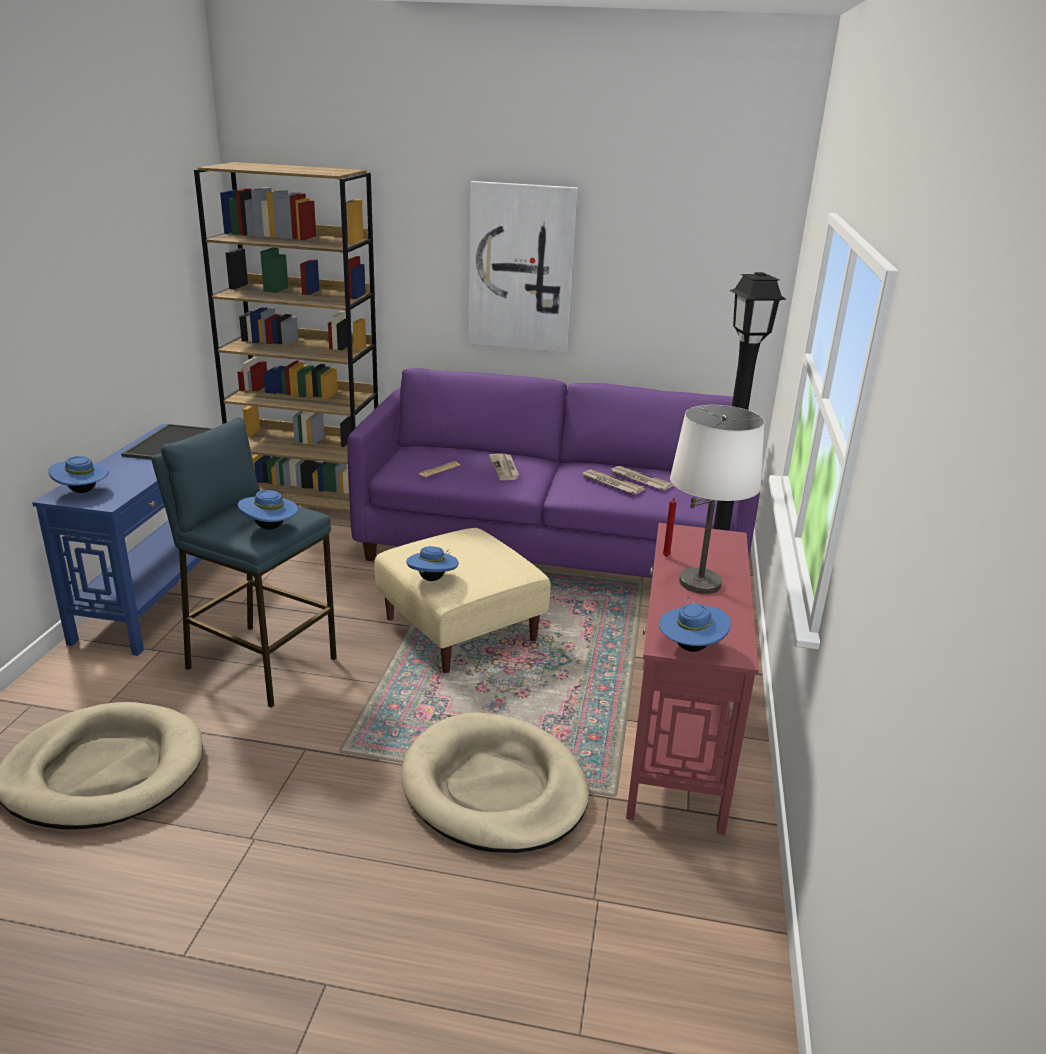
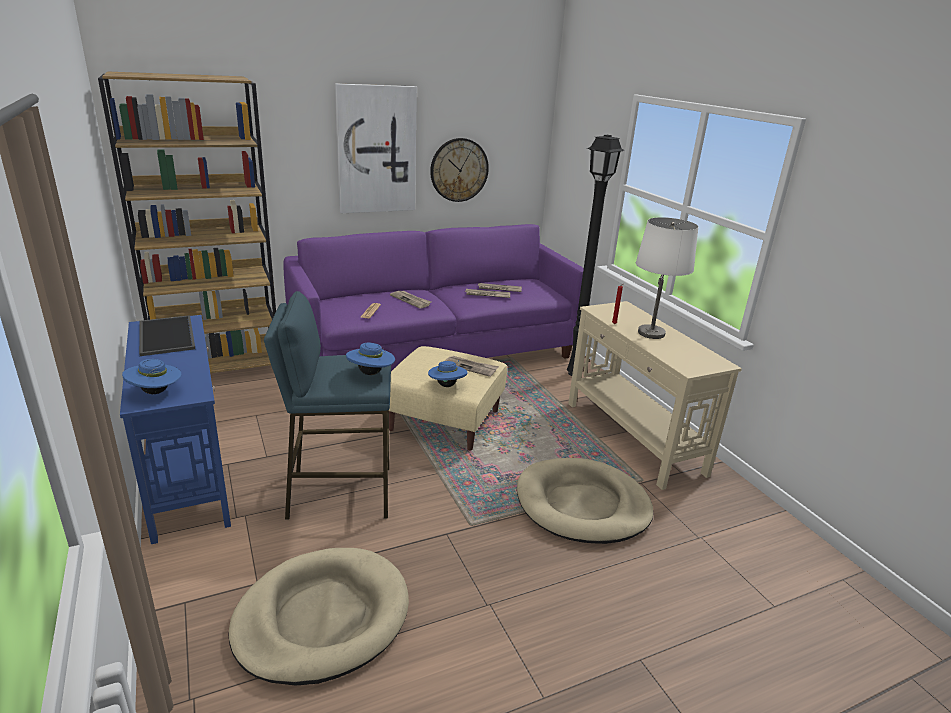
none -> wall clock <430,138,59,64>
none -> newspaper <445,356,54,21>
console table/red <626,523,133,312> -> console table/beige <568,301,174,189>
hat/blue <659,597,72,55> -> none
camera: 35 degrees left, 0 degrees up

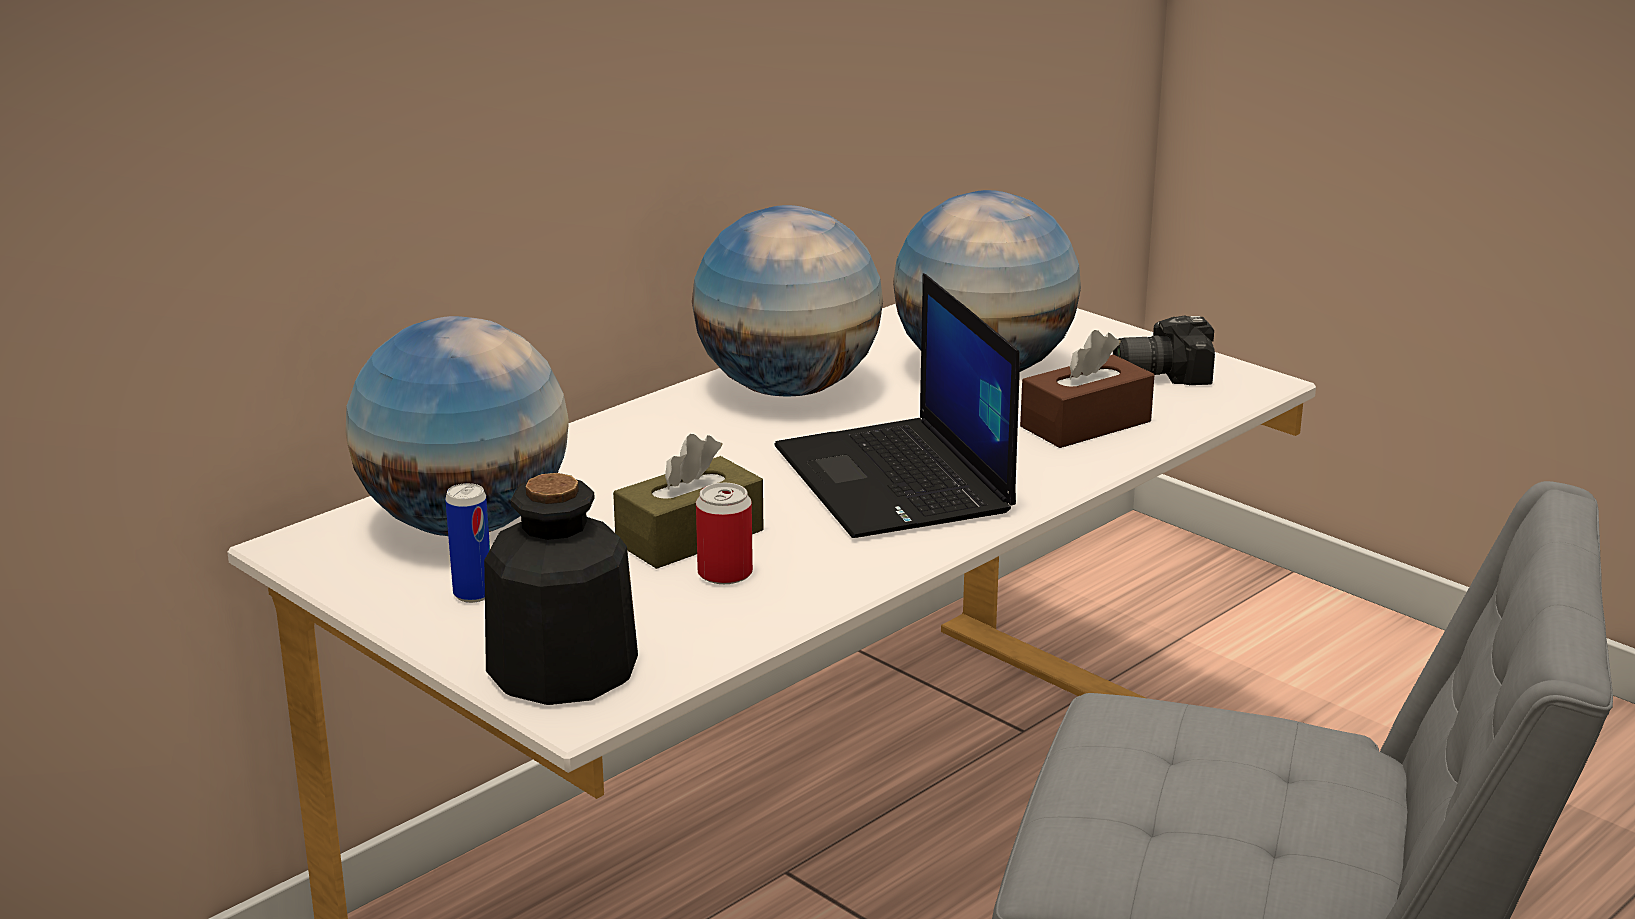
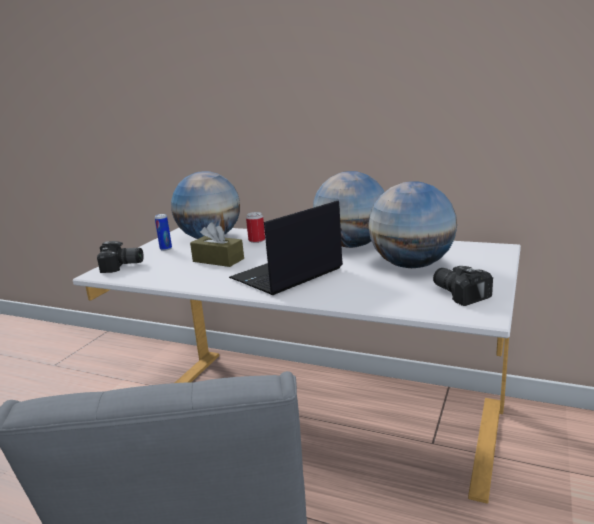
bottle <484,473,154,232> -> photo camera <97,241,47,32>
can <696,483,57,101> -> can <246,212,19,31>, move
tissue box/brown <1020,330,134,118> -> none
camera: 70 degrees right, 5 degrees down

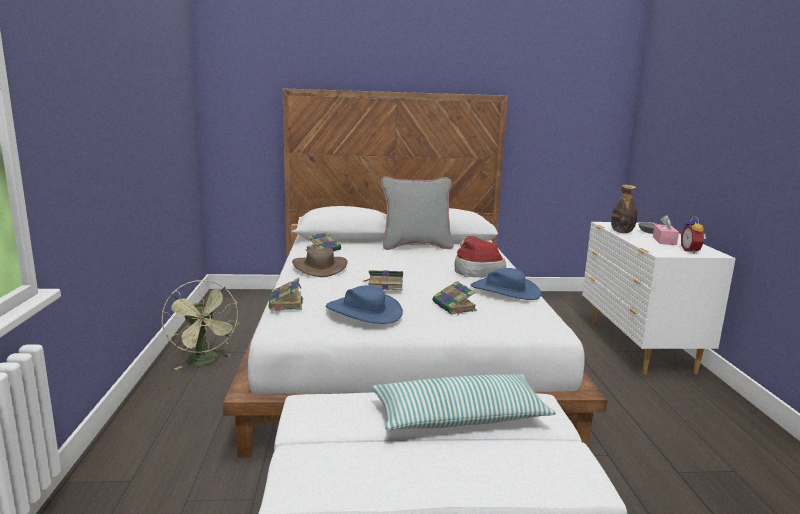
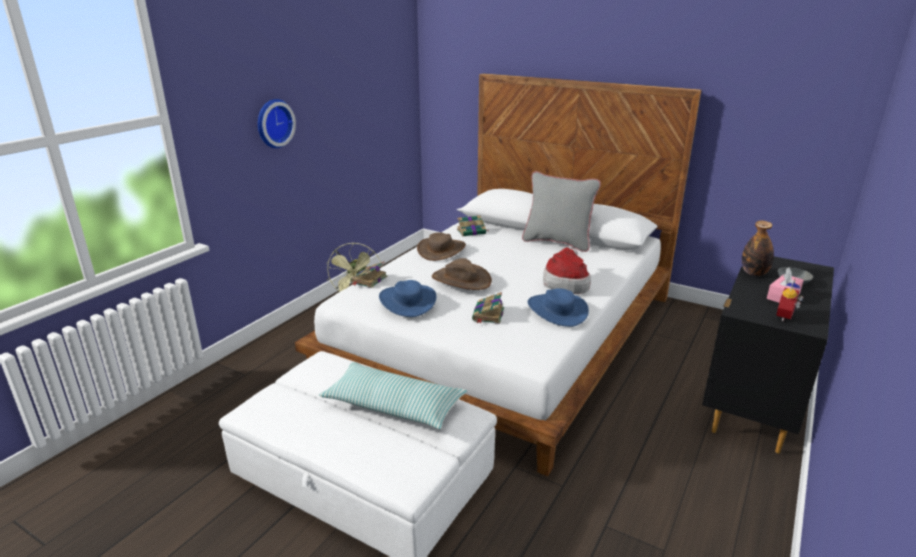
none -> wall clock <258,99,38,49>
book <363,270,40,20> -> hat/brown <432,258,60,32>
dresser/white <582,222,154,153> -> dresser/black <702,256,132,197>
camera: 35 degrees right, 10 degrees up

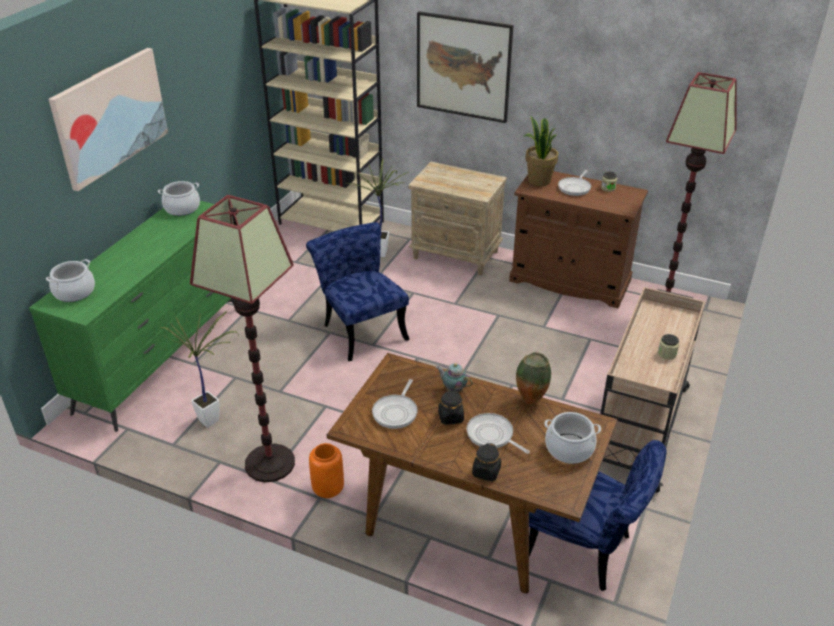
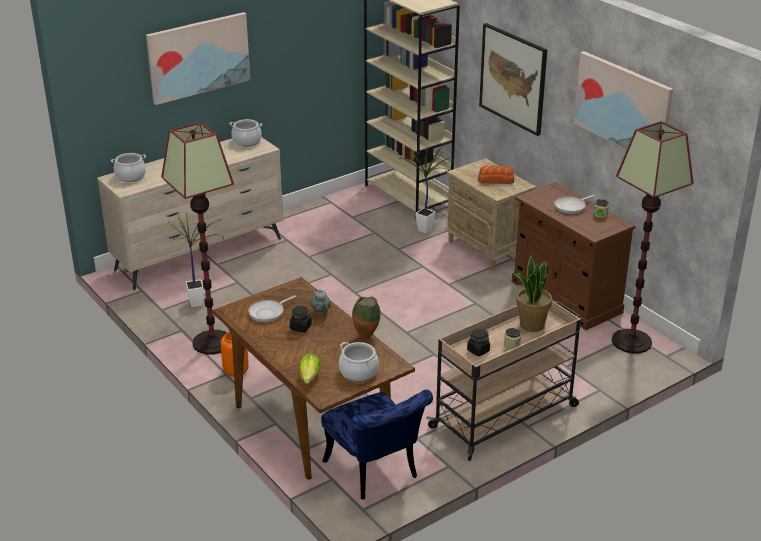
dresser/green <29,201,205,231> -> dresser/beige <97,137,186,153>
none -> lettuce <299,354,23,30>
jar/black <472,443,29,38> -> jar/black <467,329,23,27>, move
none -> bread <478,166,36,18>
potted plant <524,116,34,70> -> potted plant <514,255,38,77>, move
none -> picture <574,51,99,98>
chair/blue <306,222,103,139> -> none
frying pan <467,413,63,41> -> none
camera: 30 degrees right, 5 degrees down

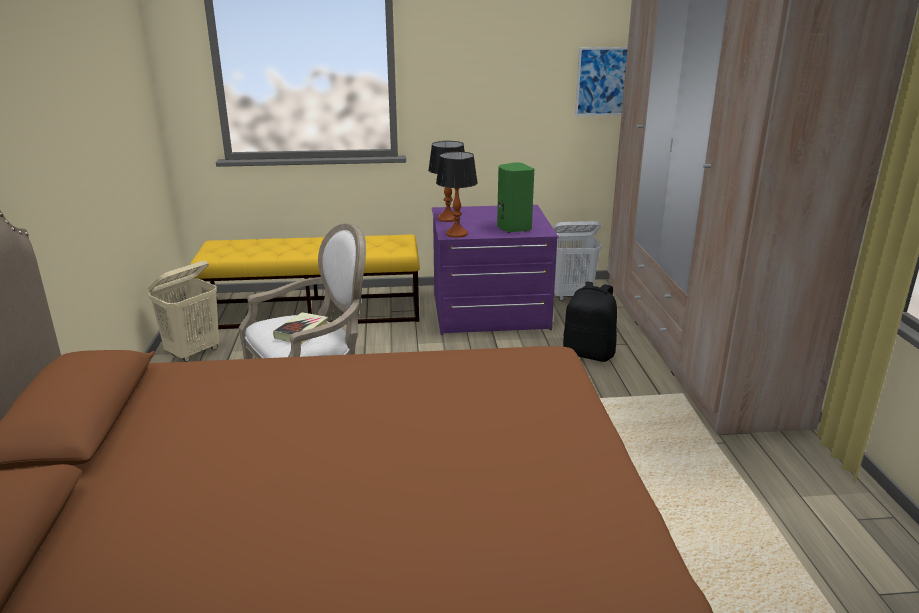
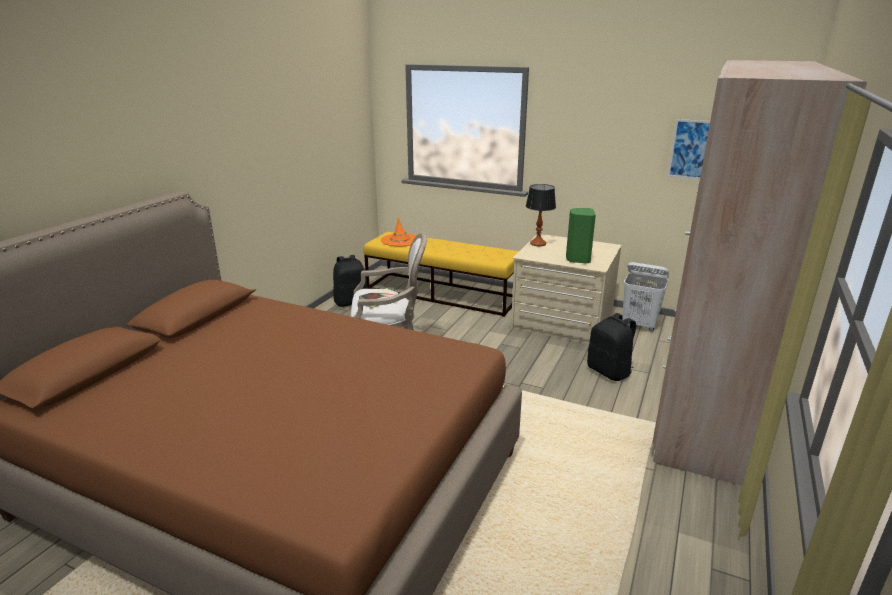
laundry basket/beige <148,261,71,101> -> backpack/black <333,255,35,52>
none -> hat/orange <381,217,35,29>
dresser/purple <432,205,126,130> -> dresser/beige <511,234,111,110>
table lamp <436,151,42,87> -> none
camera: 30 degrees right, 0 degrees up

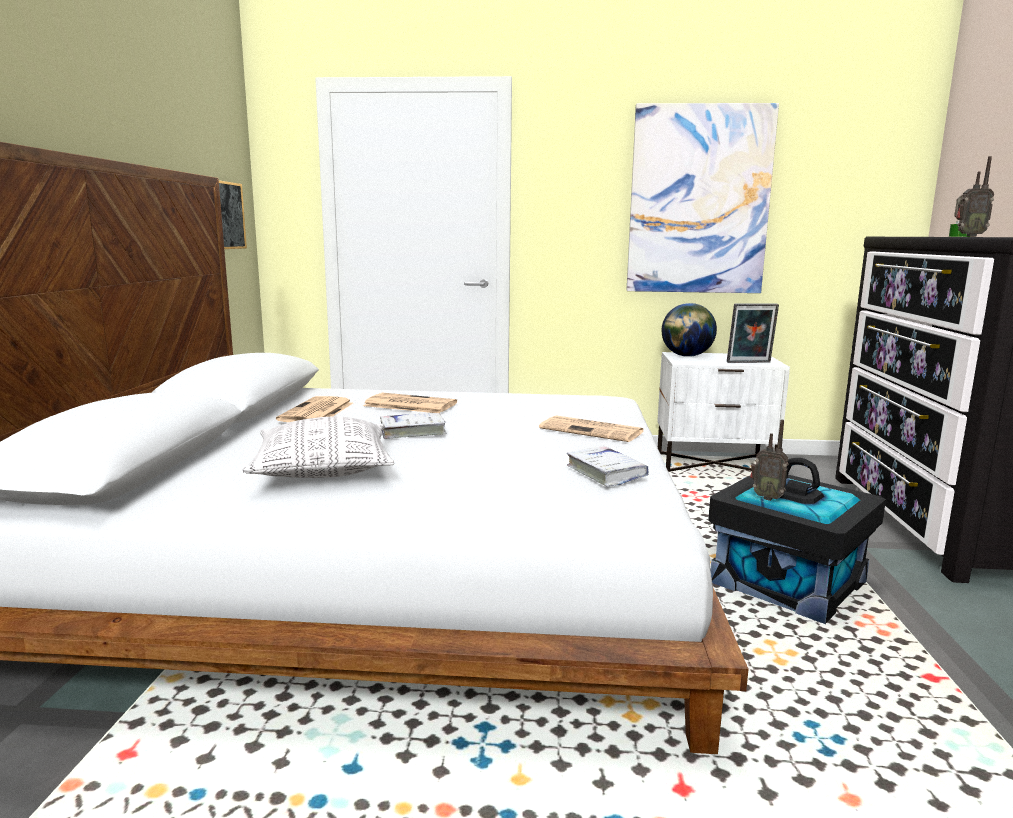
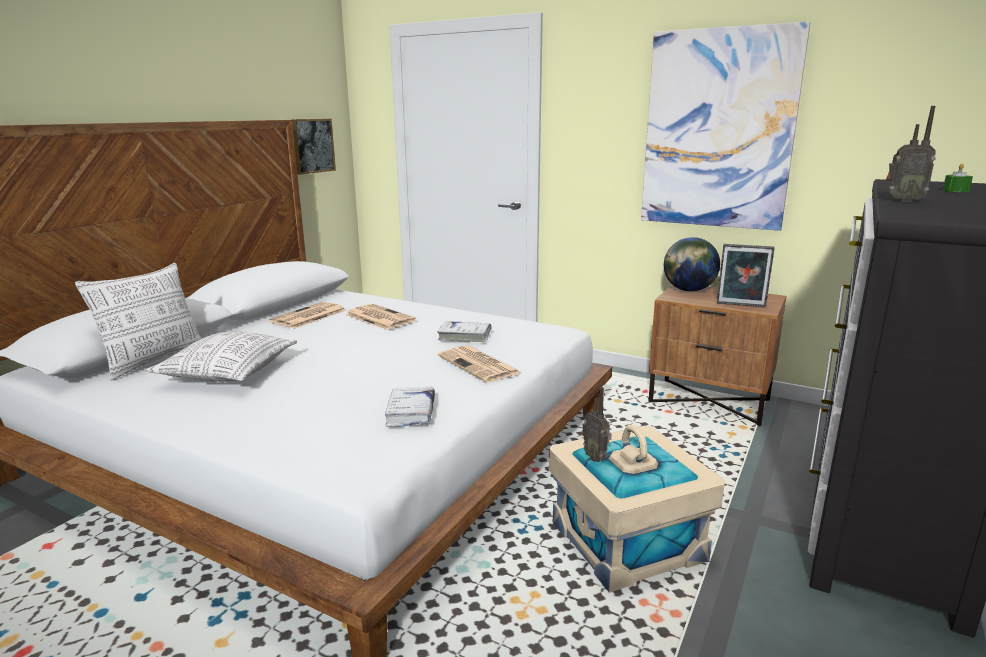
none -> pillow <75,263,126,117>
book/white <380,413,67,26> -> book/white <437,321,55,21>, move
storage box/black <708,458,178,166> -> storage box/beige <549,424,176,168>
nightstand/white <657,352,133,120> -> nightstand/brown <648,285,138,141>
camera: 25 degrees right, 5 degrees up

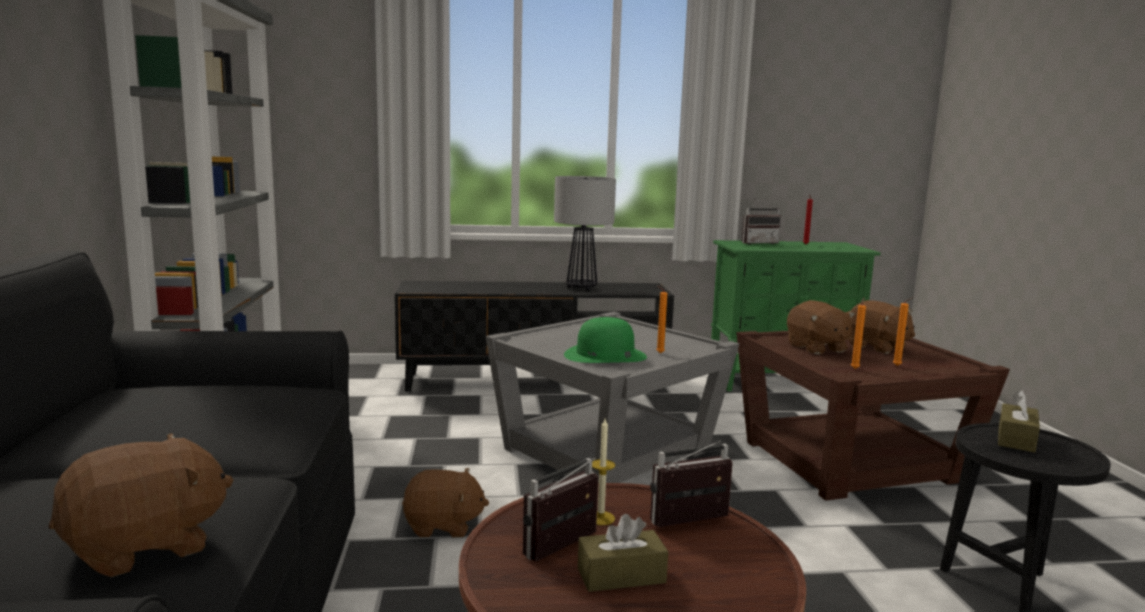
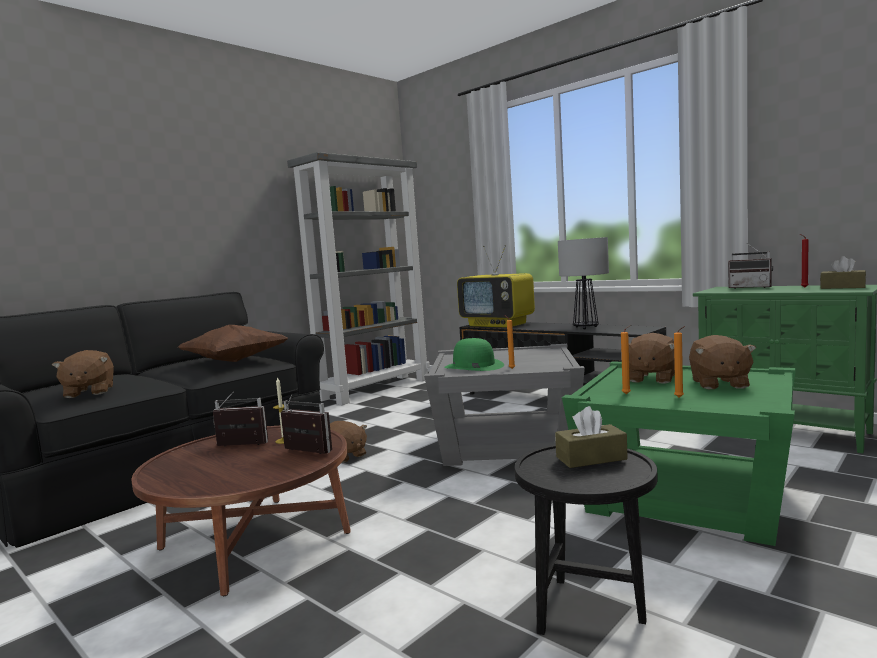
plush toy/brown <49,433,184,144> -> plush toy/brown <52,350,62,48>, 60 degrees clockwise
none -> pillow/brown <178,325,110,37>
none -> television <457,245,78,83>
side table/brown <736,331,274,170> -> side table/green <562,361,234,185>
tissue box/brown <578,514,90,78> -> tissue box/brown <820,256,46,33>, move
camera: 50 degrees right, 5 degrees down

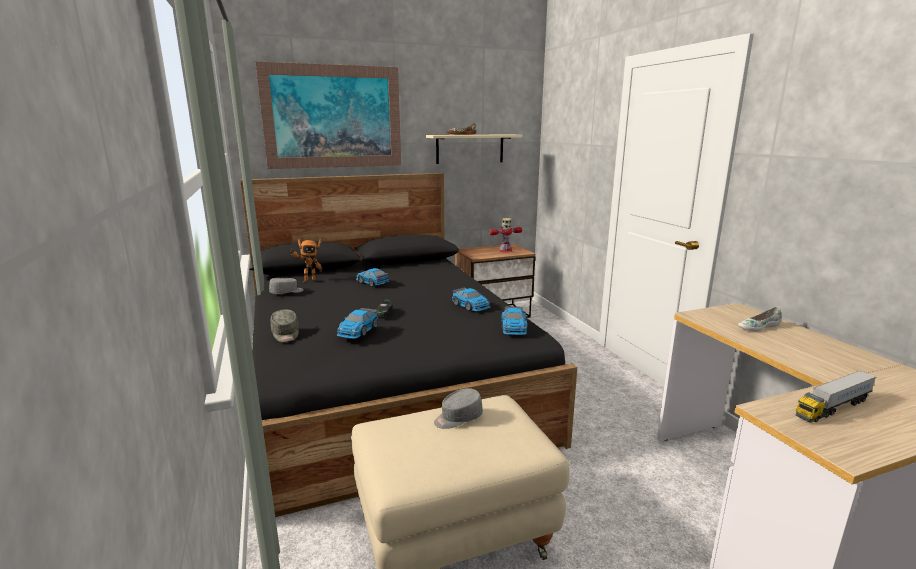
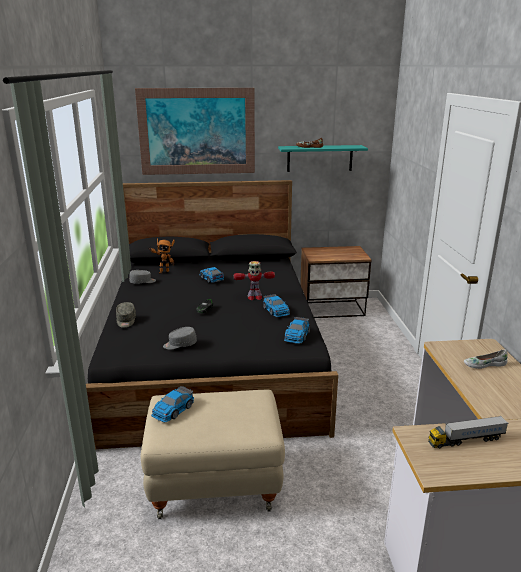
toy car <337,308,41,31> -> toy car <151,386,43,36>, move
cap/grey <434,388,49,41> -> cap/grey <163,327,34,23>, move
toy robot <489,218,34,35> -> toy robot <234,261,41,39>, move
shelf/beige <426,134,96,30> -> shelf/turquoise <278,145,90,27>
camera: 15 degrees right, 5 degrees up

